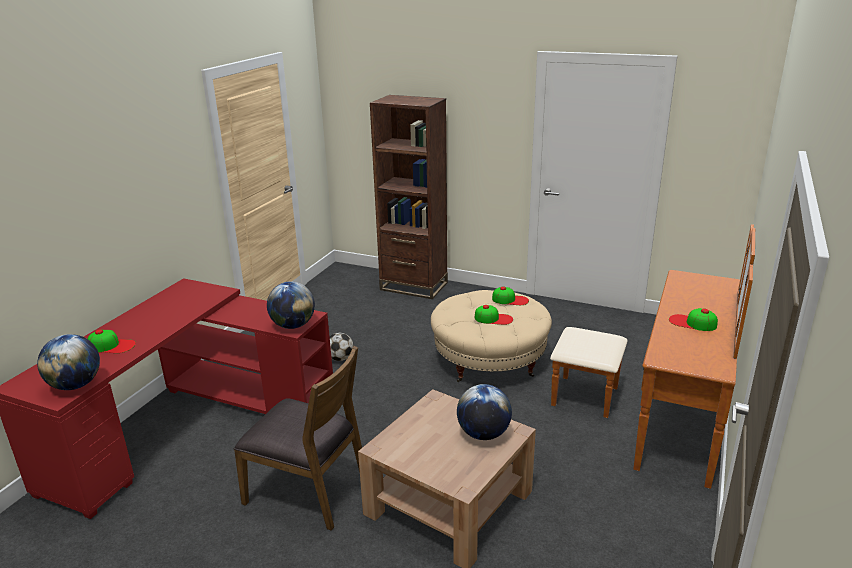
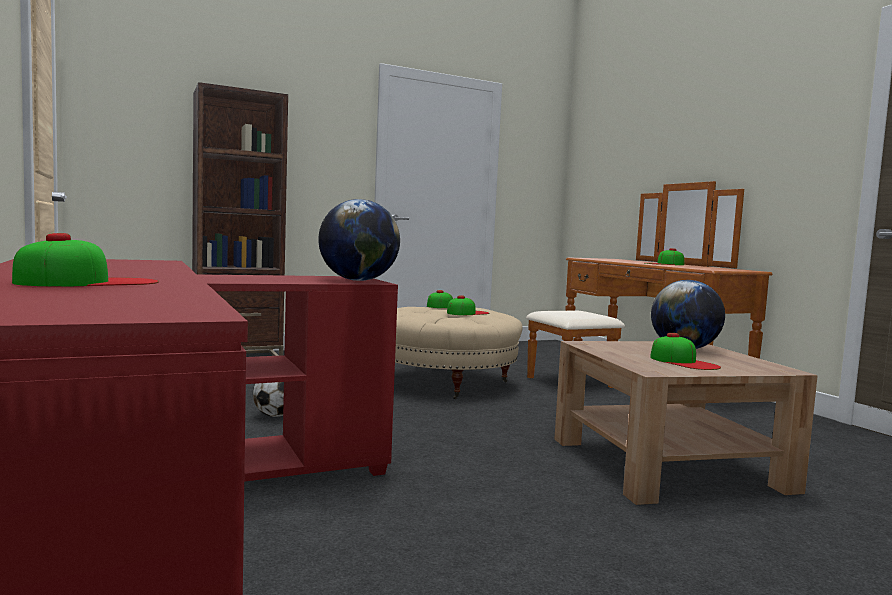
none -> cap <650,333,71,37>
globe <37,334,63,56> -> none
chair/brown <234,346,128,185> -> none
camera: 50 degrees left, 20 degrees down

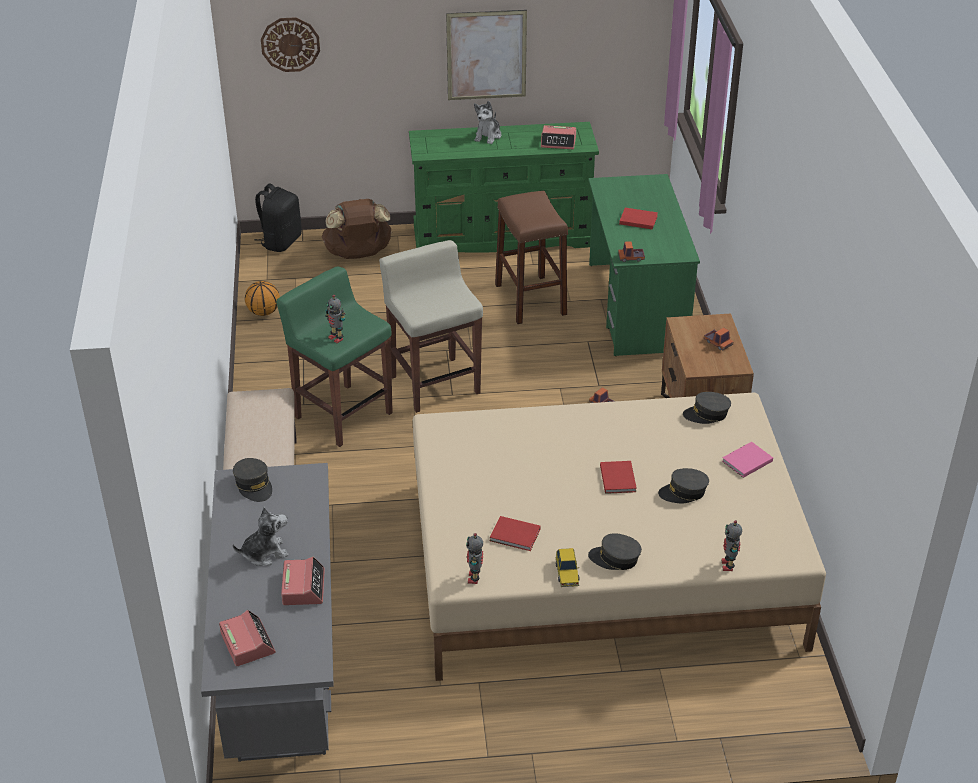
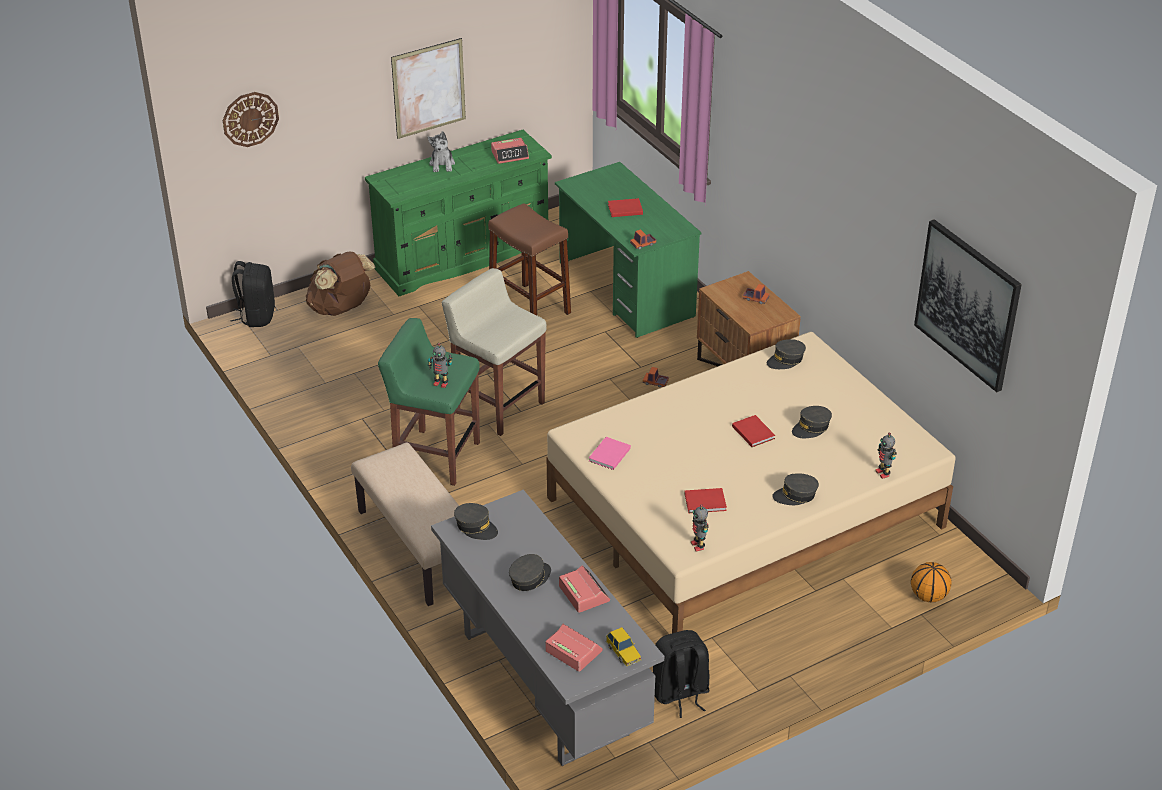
plush toy <232,506,57,60> -> cap/grey <509,554,42,37>
book/pink <722,442,51,36> -> book/pink <589,437,42,33>, move
toy car <556,548,24,39> -> toy car <606,627,36,40>, move
none -> backpack/black <653,630,57,88>
basketball <245,281,35,35> -> basketball <911,562,41,40>, move
none -> picture <914,219,108,173>
camera: 25 degrees left, 0 degrees up

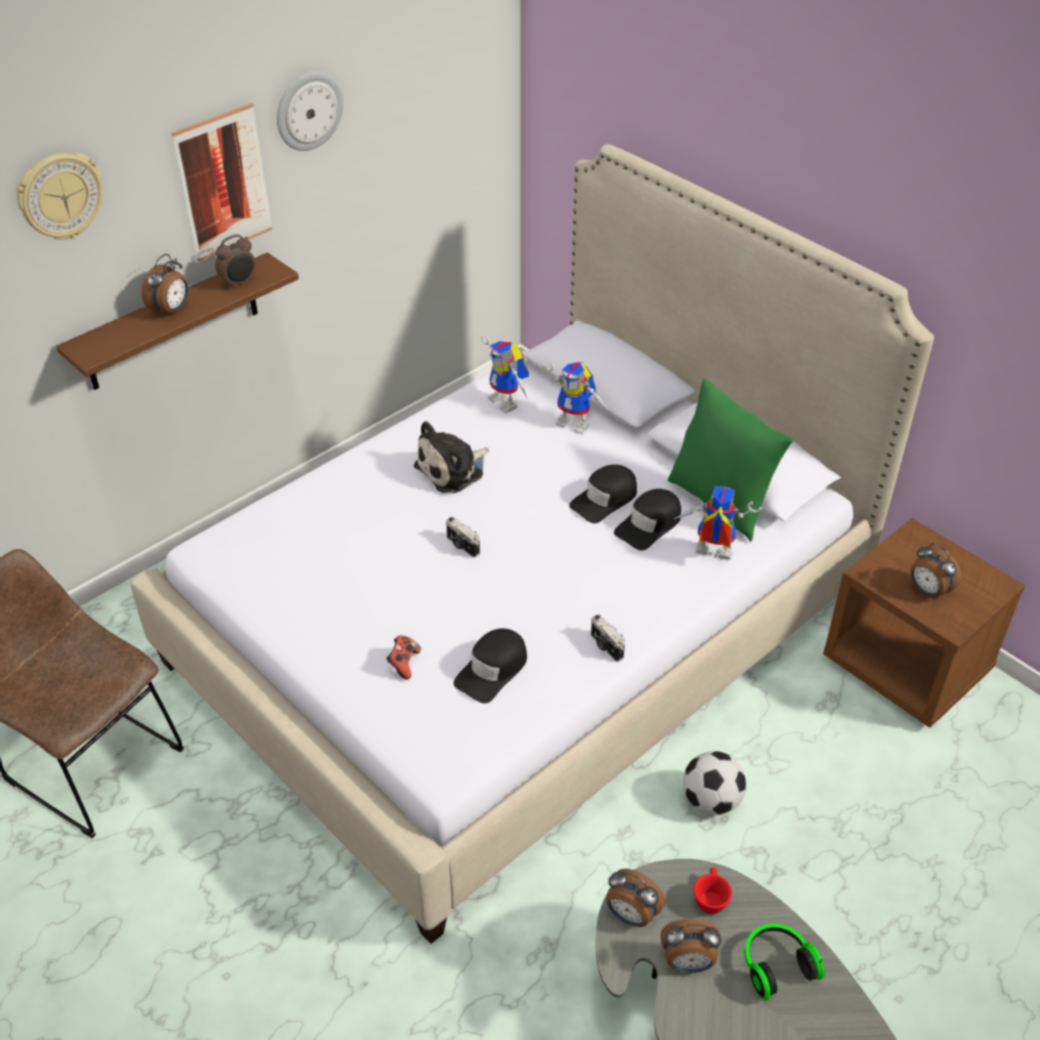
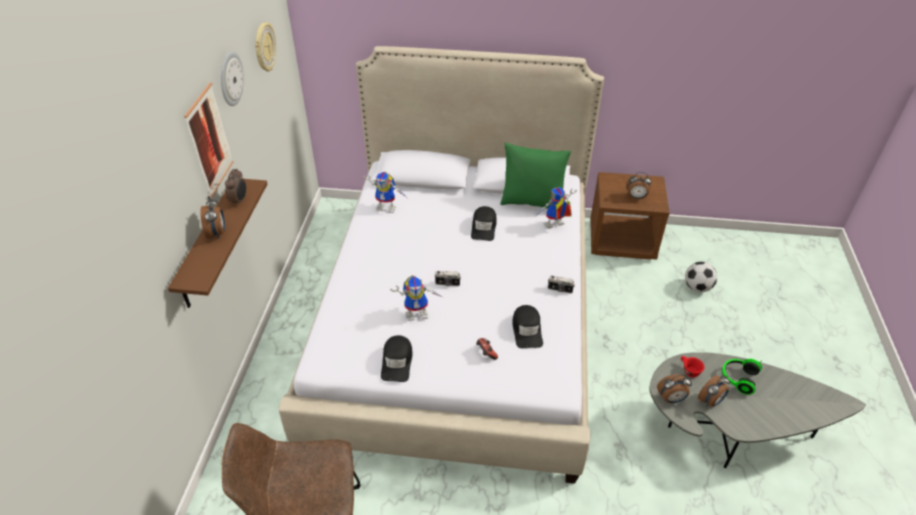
wall clock <16,153,87,87> -> wall clock <255,22,21,50>, move
cap/black <614,489,67,62> -> cap/black <381,335,32,47>, move
toy robot <542,362,68,72> -> toy robot <390,275,52,46>, move
football <683,751,63,64> -> football <685,262,32,30>, move
plush toy <414,421,75,72> -> none
camera: 40 degrees left, 0 degrees up

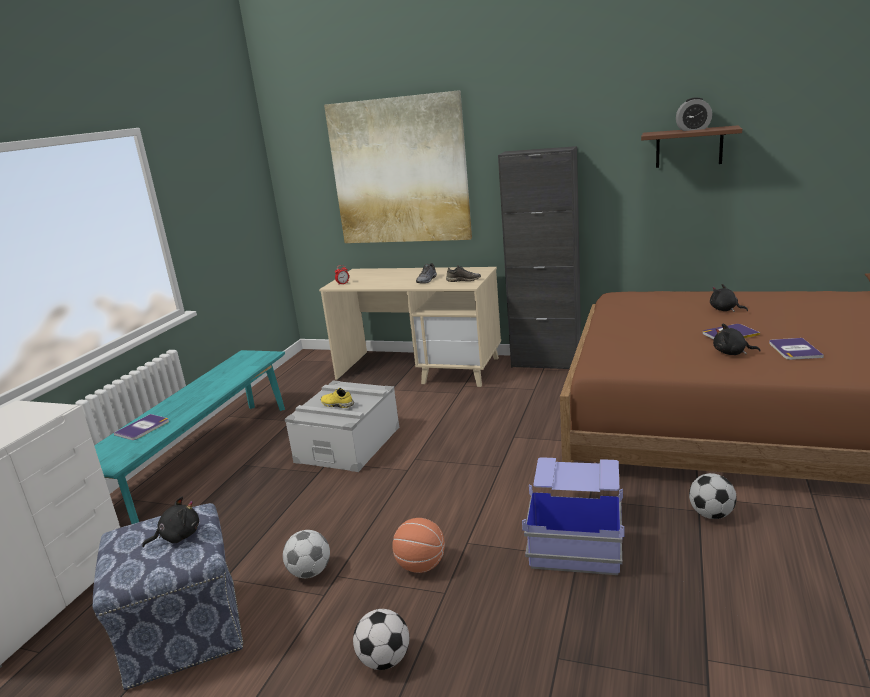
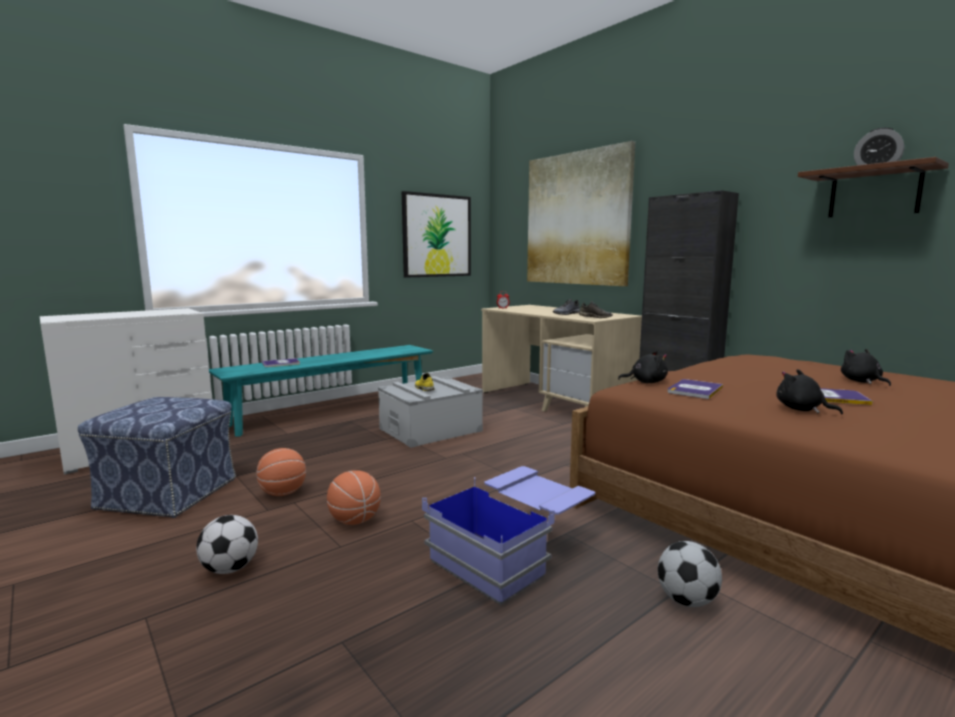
football <283,530,47,48> -> basketball <256,448,50,48>
none -> picture <402,191,69,87>
plush toy/black <142,497,57,50> -> plush toy/black <618,351,50,32>, move
book <769,338,55,22> -> book <668,379,55,20>, move
camera: 30 degrees right, 10 degrees down

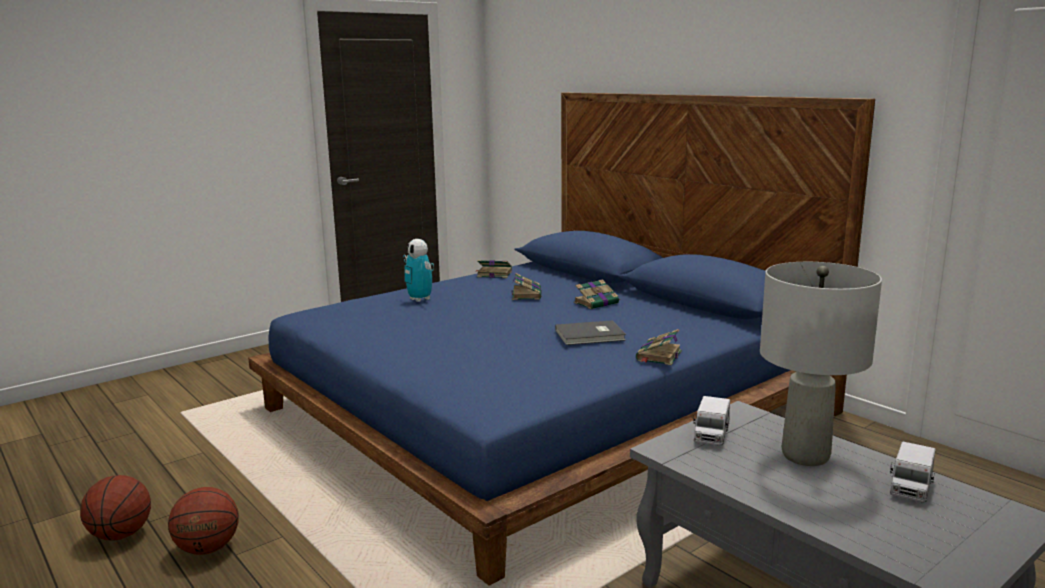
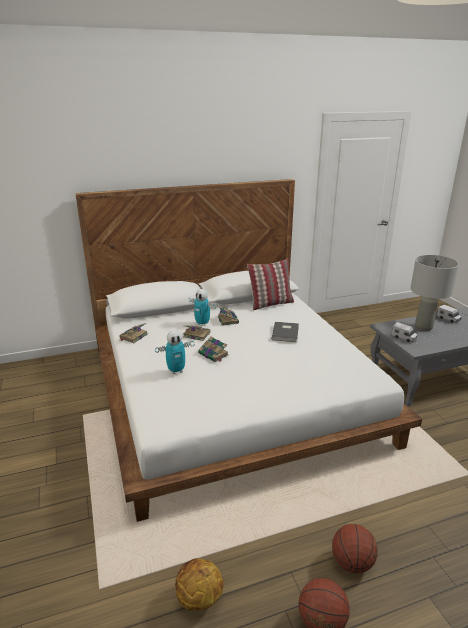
bed/blue <248,92,627,493> -> bed/white <75,179,347,343>
none -> basketball <175,558,49,52>
none -> toy robot <189,289,27,37>
book <636,329,46,36> -> book <198,337,31,25>, move
none -> pillow <247,258,47,52>
camera: 70 degrees left, 10 degrees up

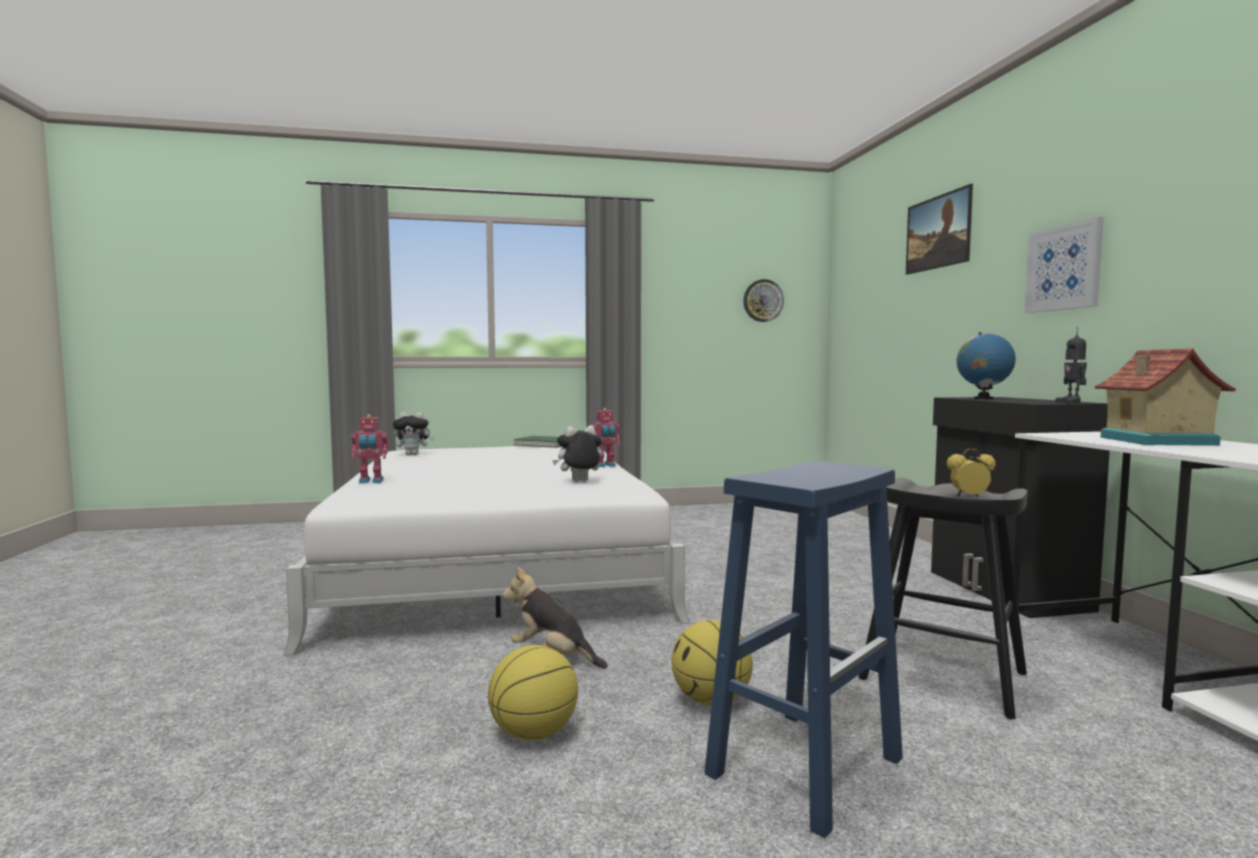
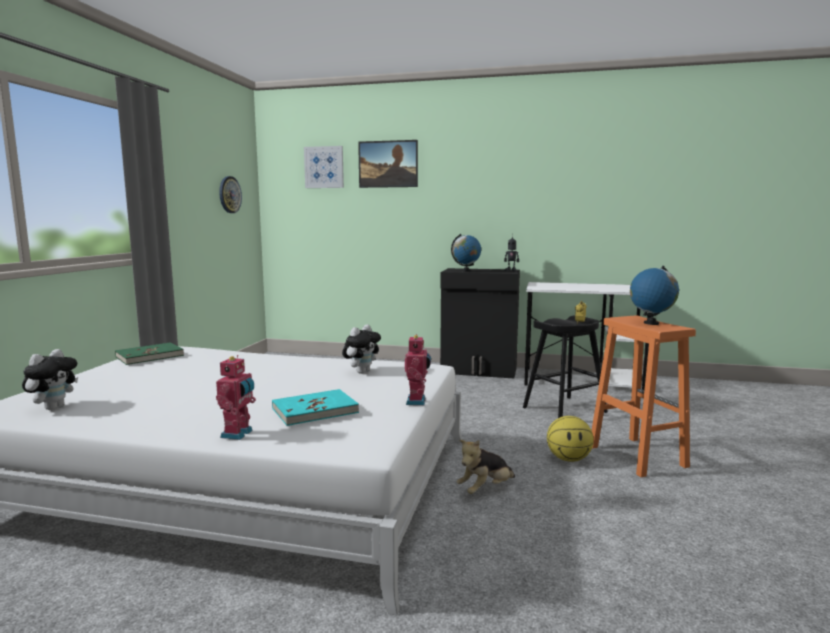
none -> book/turquoise <272,389,87,37>
picture <1024,217,80,96> -> picture <304,146,40,42>, move
plush toy <552,425,51,57> -> plush toy <342,325,39,49>, 150 degrees counterclockwise
toy robot <592,408,28,59> -> toy robot <405,334,26,71>, move
stool/blue <704,461,199,377> -> stool/orange <592,316,104,161>
none -> globe <630,266,49,59>
basketball <488,645,90,95> -> none
toy house <1095,348,141,98> -> none
camera: 65 degrees left, 5 degrees up

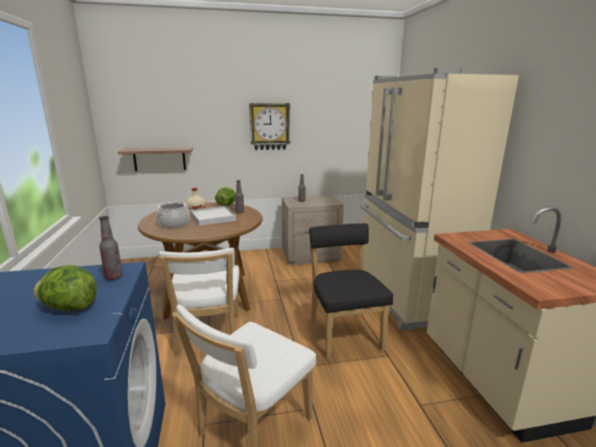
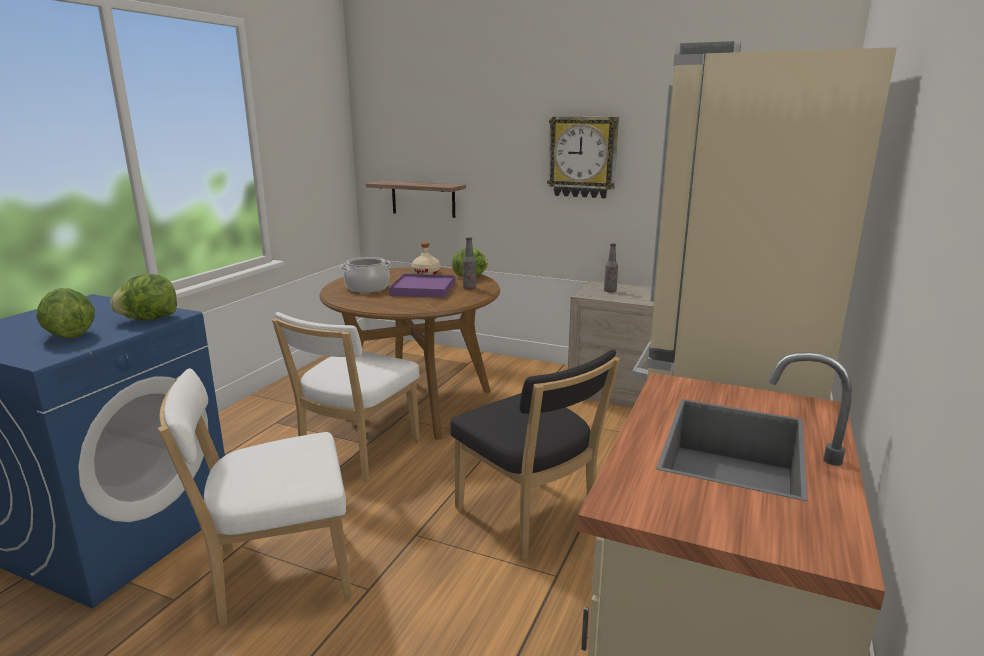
bottle <99,216,24,64> -> lettuce <110,274,67,46>
tray/white <191,206,45,20> -> tray/purple <389,274,66,24>
chair/black <309,223,84,136> -> chair/black <450,350,170,209>, 120 degrees clockwise
camera: 35 degrees right, 0 degrees up

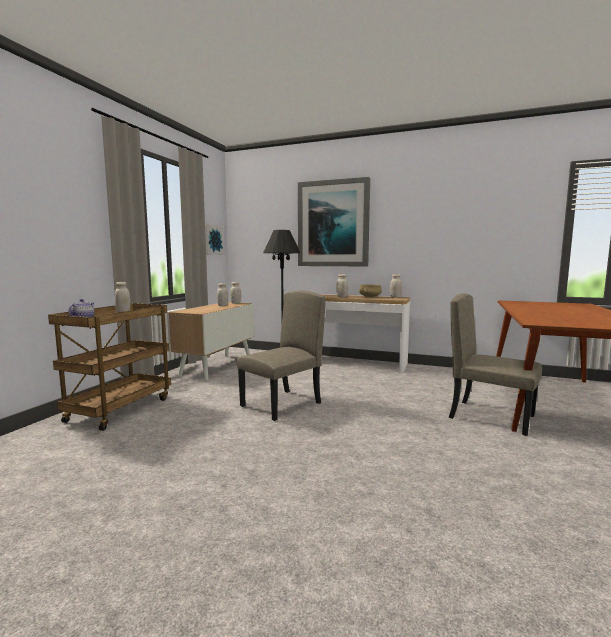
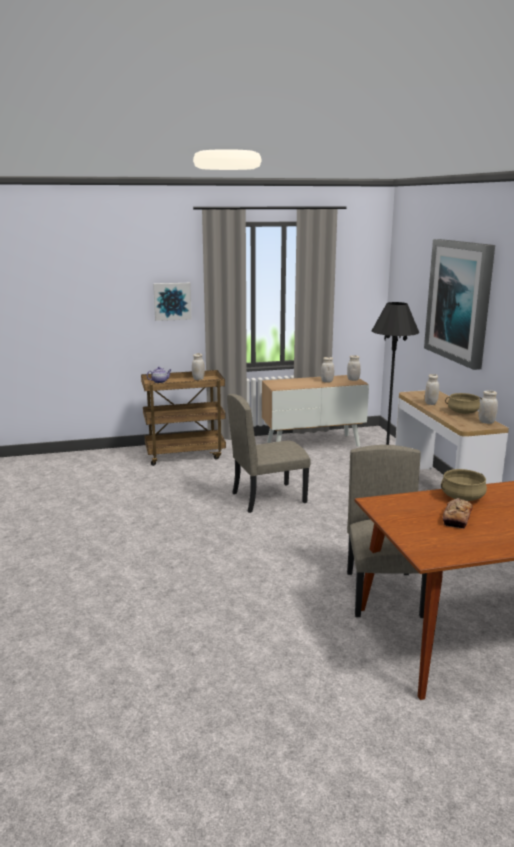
picture <205,224,19,31> -> picture <153,283,39,38>, move
chair/beige <237,291,88,130> -> chair/beige <227,394,84,119>, 150 degrees clockwise
none -> cooking pot/beige <441,469,46,32>
none -> bread <443,498,30,31>
camera: 55 degrees right, 10 degrees up

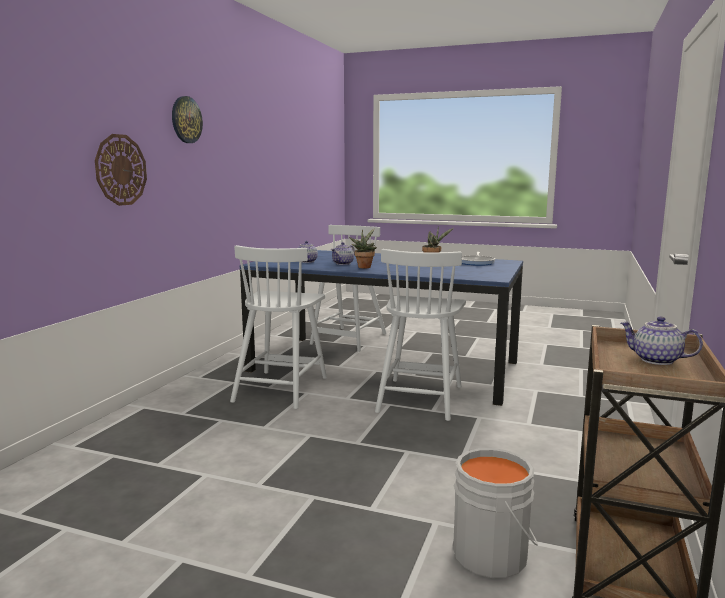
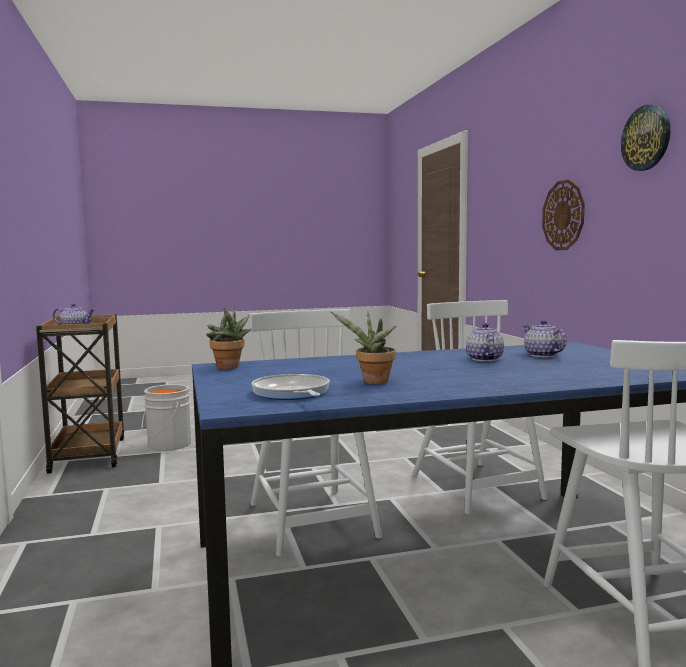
potted plant <349,228,28,41> -> potted plant <206,306,46,63>, move
camera: 145 degrees right, 5 degrees down

